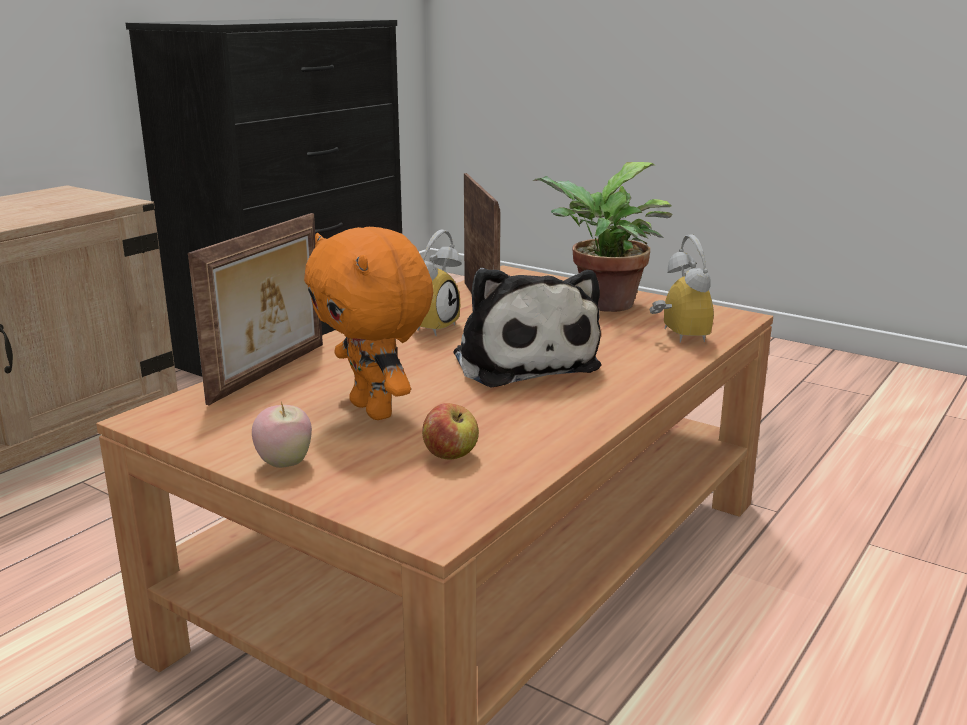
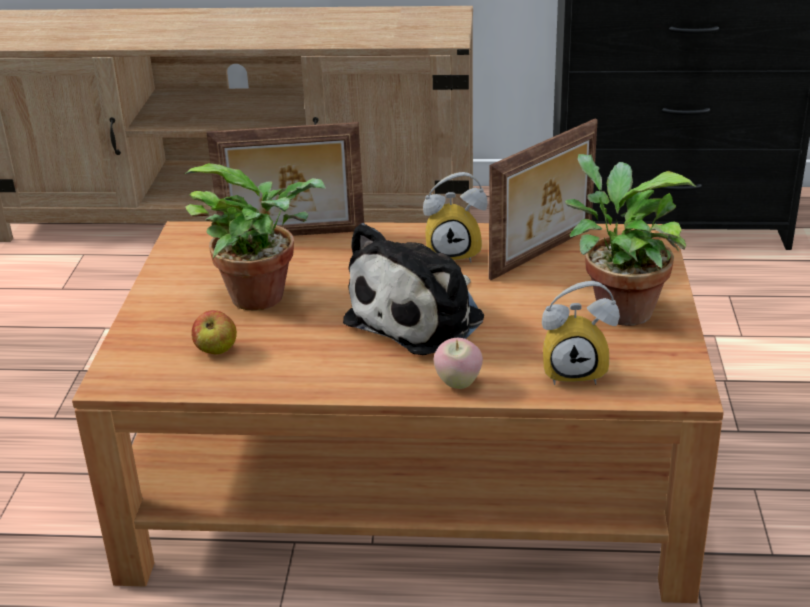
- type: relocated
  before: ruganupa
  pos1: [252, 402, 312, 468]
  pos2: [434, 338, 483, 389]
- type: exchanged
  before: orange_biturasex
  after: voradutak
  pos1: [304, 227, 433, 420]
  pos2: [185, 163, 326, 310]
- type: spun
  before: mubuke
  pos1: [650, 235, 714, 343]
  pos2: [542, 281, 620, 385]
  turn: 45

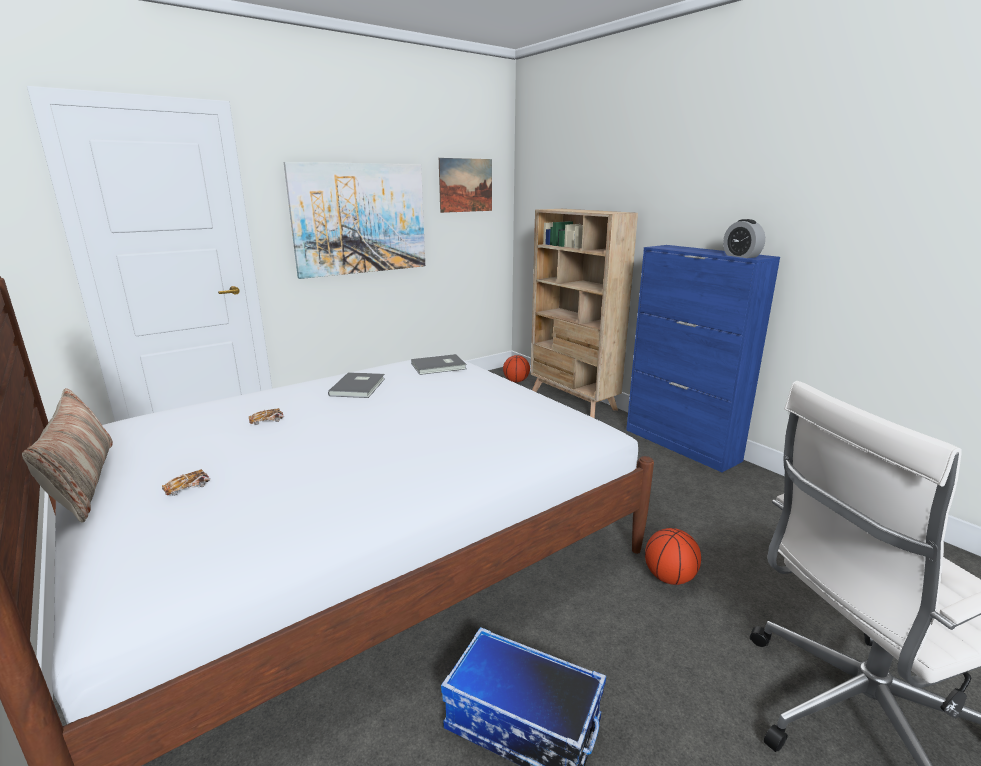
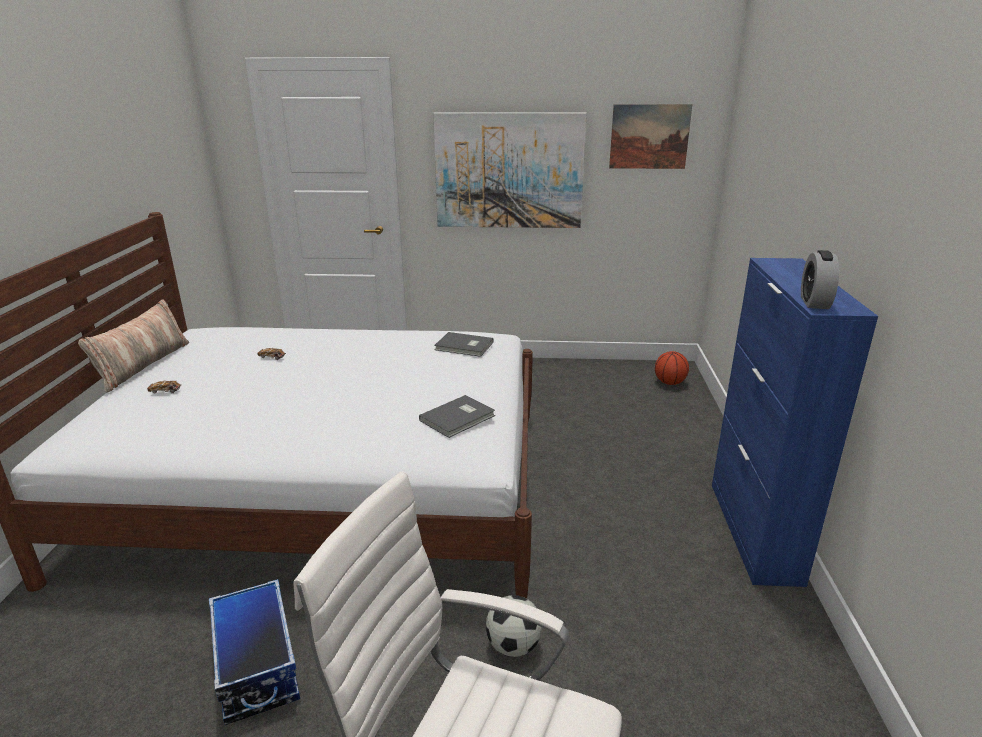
- type: missing
  before: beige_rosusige
  pos1: [531, 209, 638, 418]
- type: relocated
  before: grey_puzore
  pos1: [328, 372, 385, 398]
  pos2: [419, 395, 495, 438]
- type: exchanged
  before: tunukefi
  after: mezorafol
  pos1: [645, 528, 701, 585]
  pos2: [486, 595, 542, 657]

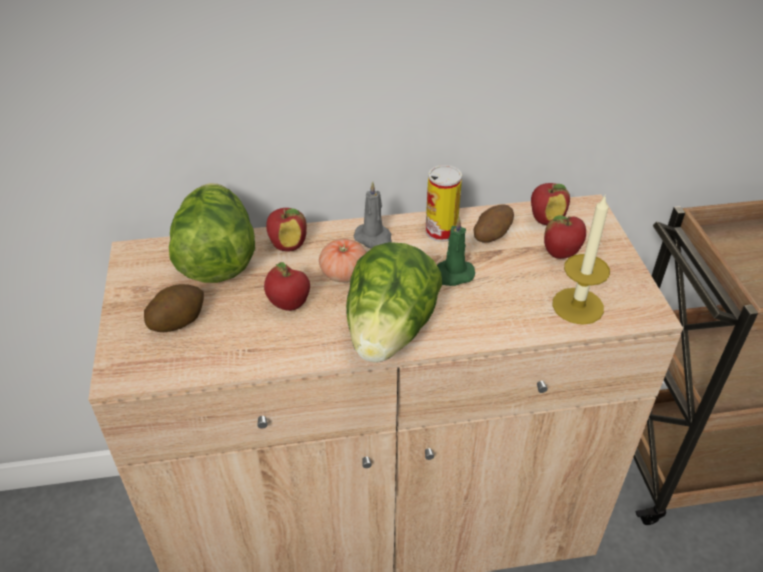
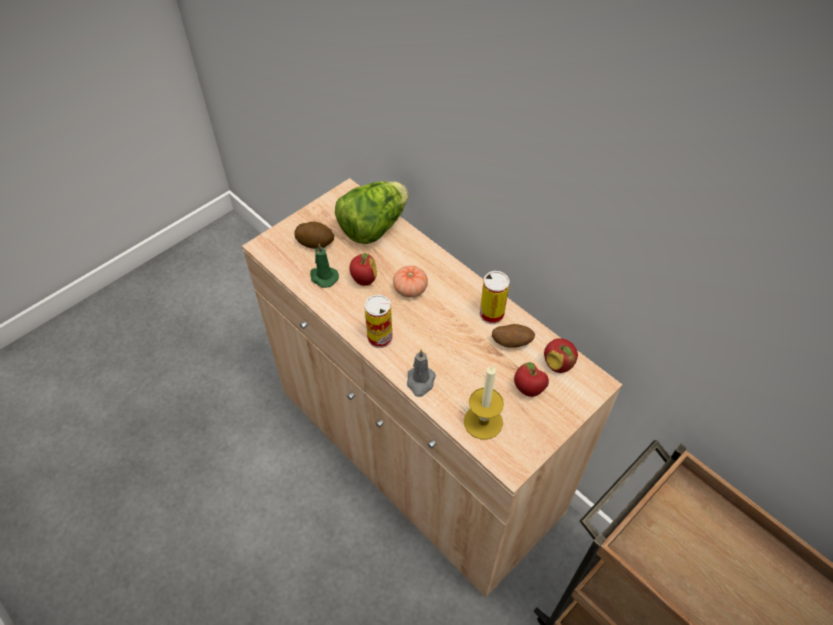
- type: missing
  before: ruganupa
  pos1: [266, 208, 307, 252]
- type: relocated
  before: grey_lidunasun
  pos1: [353, 181, 392, 248]
  pos2: [407, 349, 436, 397]
- type: relocated
  before: green_lidunasun
  pos1: [437, 217, 475, 286]
  pos2: [310, 244, 339, 288]
- type: exchanged
  before: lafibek
  after: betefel
  pos1: [346, 242, 442, 362]
  pos2: [364, 294, 392, 348]

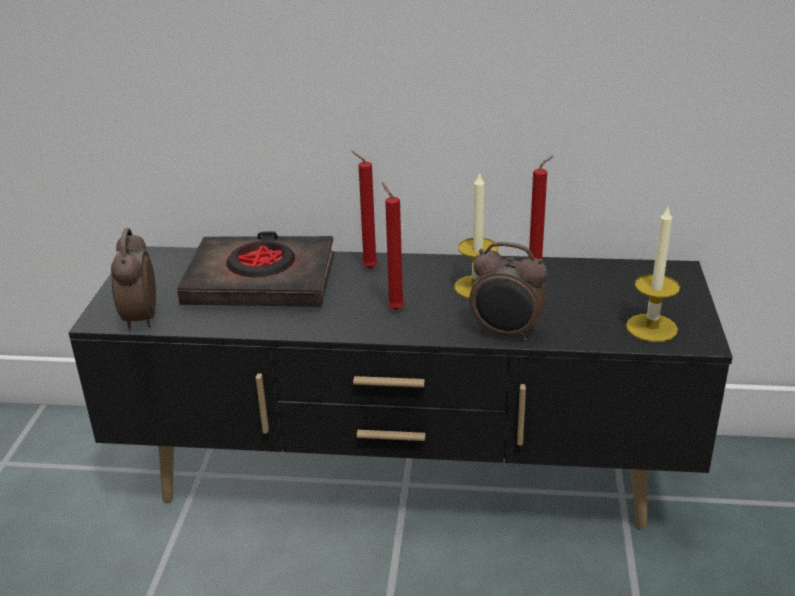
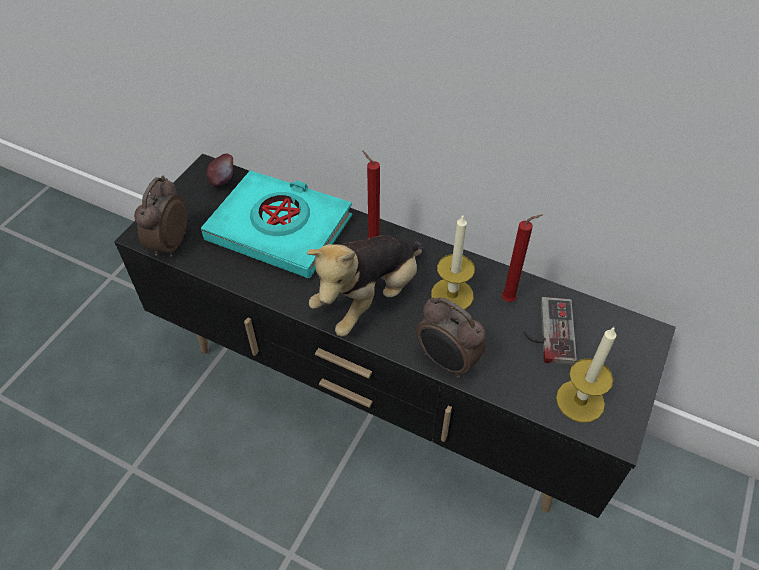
- type: appeared
  after: ruganupa
  pos2: [207, 154, 233, 187]
- type: appeared
  after: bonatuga
  pos2: [523, 297, 577, 365]
- type: exchanged
  before: red_lidunasun
  after: biturasex
  pos1: [382, 182, 404, 310]
  pos2: [307, 235, 423, 336]
- type: colour
  before: black_puzore
  after: turquoise_puzore
  pos1: [177, 232, 334, 307]
  pos2: [201, 170, 352, 278]

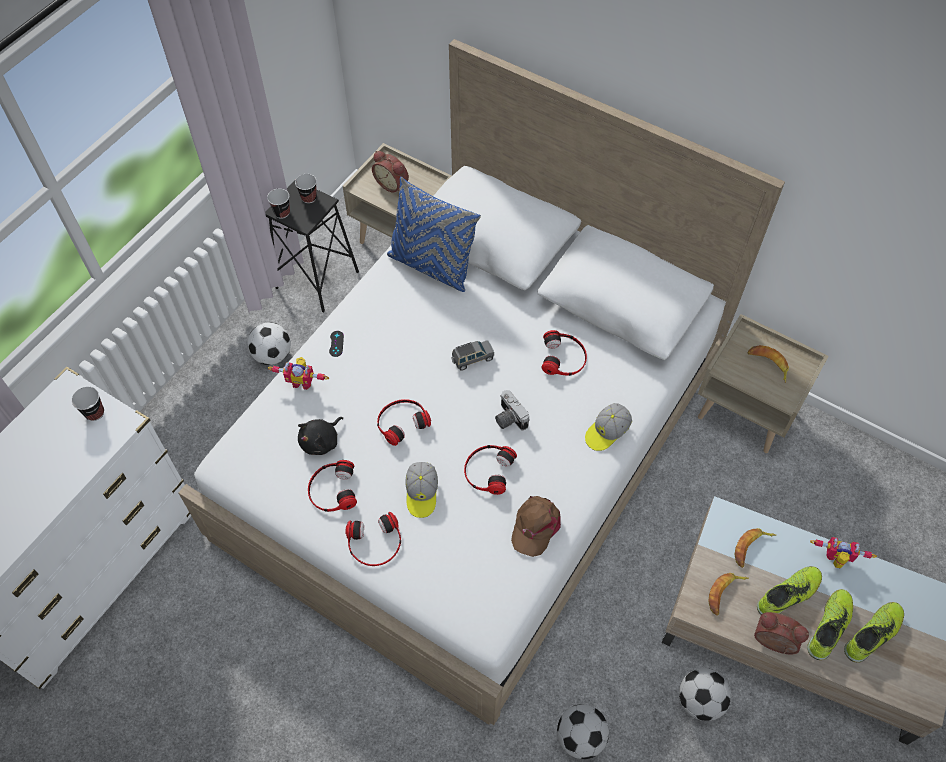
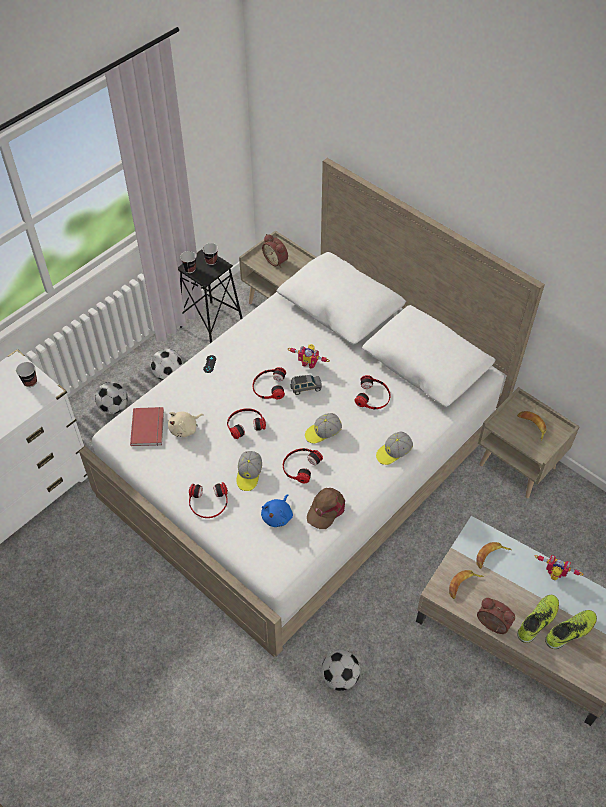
- type: missing
  before: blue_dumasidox
  pos1: [387, 177, 481, 292]
- type: missing
  before: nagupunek
  pos1: [757, 566, 822, 615]
- type: appeared
  after: red_puzore
  pos2: [130, 407, 164, 446]
- type: appeared
  after: blue_biturasex
  pos2: [261, 494, 293, 527]
- type: relocated
  before: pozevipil
  pos1: [268, 357, 329, 390]
  pos2: [287, 344, 330, 369]
- type: relocated
  before: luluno
  pos1: [308, 460, 357, 512]
  pos2: [253, 367, 286, 399]
- type: relocated
  before: mezorafol
  pos1: [679, 668, 731, 721]
  pos2: [95, 382, 128, 414]
- type: exchanged
  before: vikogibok
  after: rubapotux
  pos1: [495, 390, 530, 430]
  pos2: [305, 413, 342, 443]
- type: colour
  before: black_biturasex
  after: beige_biturasex
  pos1: [298, 417, 343, 455]
  pos2: [168, 412, 204, 437]

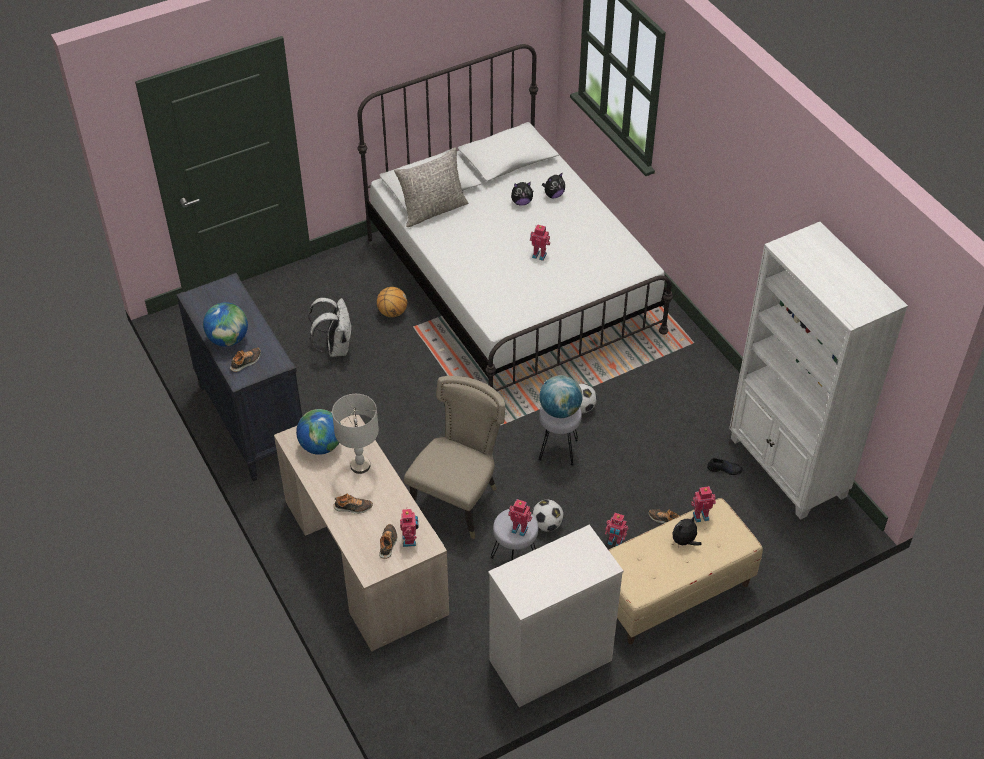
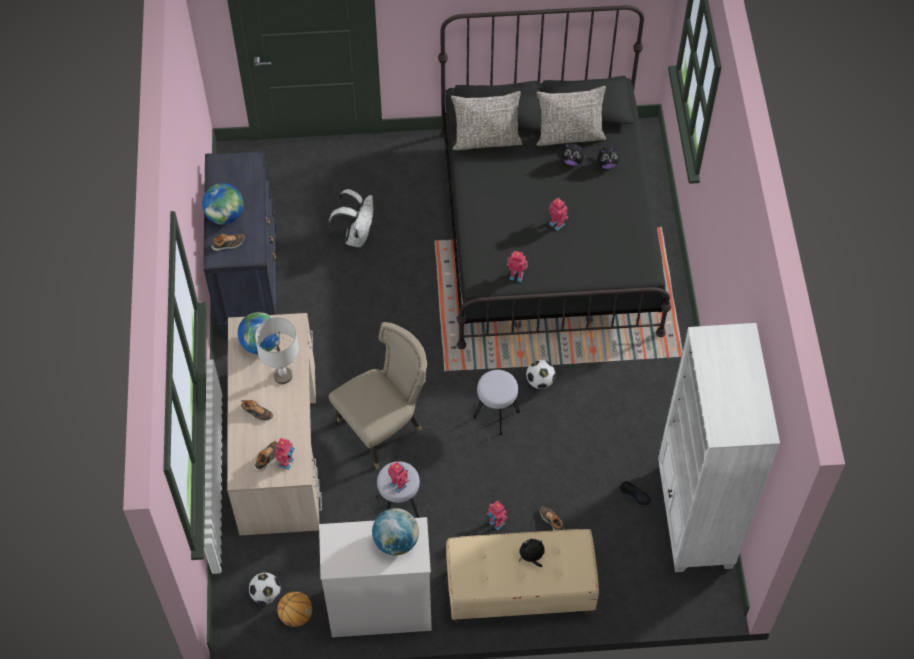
- type: appeared
  after: grey_dumasidox
  pos2: [536, 86, 606, 146]
- type: relocated
  before: tunukefi
  pos1: [377, 287, 407, 317]
  pos2: [277, 592, 312, 627]
- type: relocated
  before: mezorafol
  pos1: [532, 500, 564, 531]
  pos2: [249, 572, 280, 604]
- type: relocated
  before: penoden
  pos1: [539, 375, 583, 418]
  pos2: [372, 508, 419, 555]
- type: relocated
  before: pozevipil
  pos1: [691, 486, 716, 523]
  pos2: [507, 251, 528, 282]
- type: colour
  before: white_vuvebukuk
  after: black_vuvebukuk
  pos1: [357, 44, 673, 391]
  pos2: [438, 5, 671, 349]

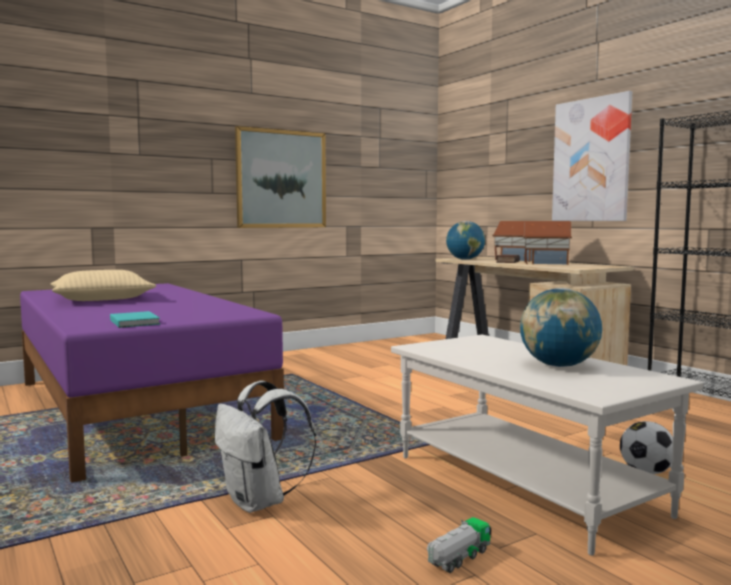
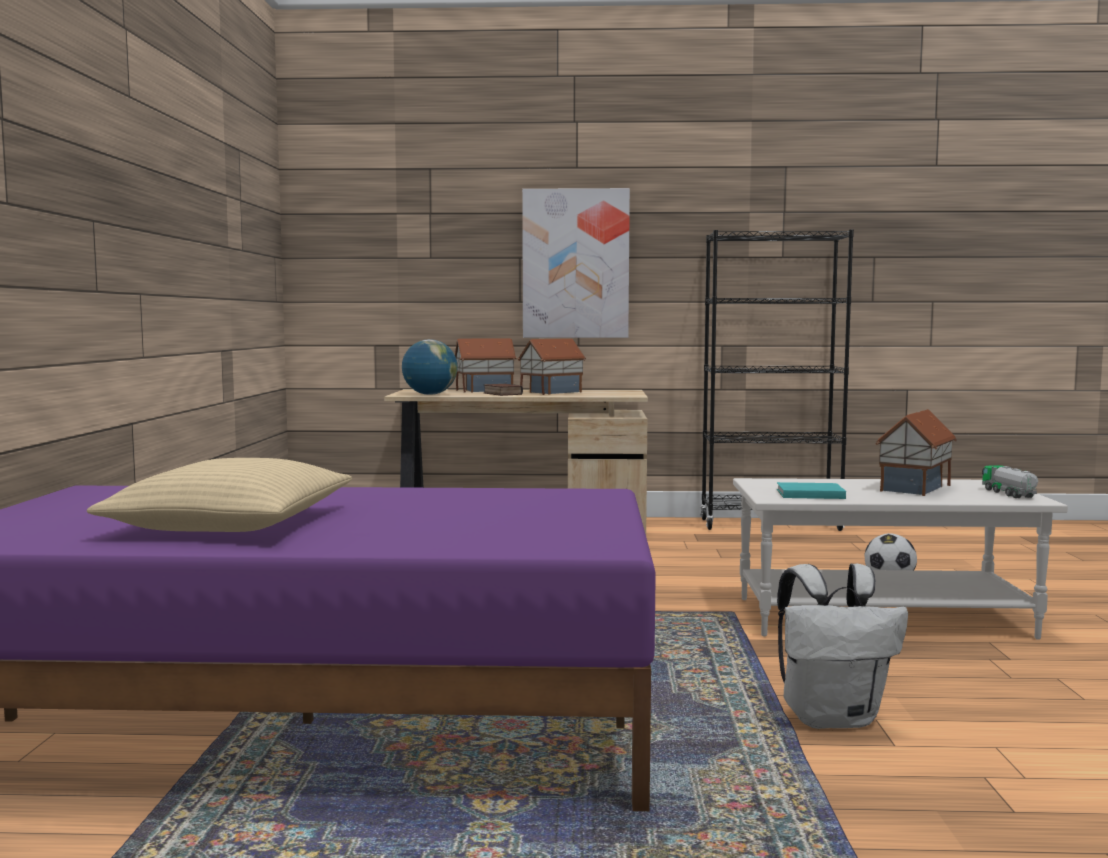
- type: missing
  before: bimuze
  pos1: [235, 126, 326, 228]
- type: relocated
  before: turquoise_puzore
  pos1: [110, 311, 160, 328]
  pos2: [777, 482, 846, 499]
- type: relocated
  before: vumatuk
  pos1: [427, 517, 491, 573]
  pos2: [982, 465, 1038, 498]
- type: exchanged
  before: penoden
  after: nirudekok
  pos1: [520, 288, 602, 367]
  pos2: [876, 409, 957, 496]

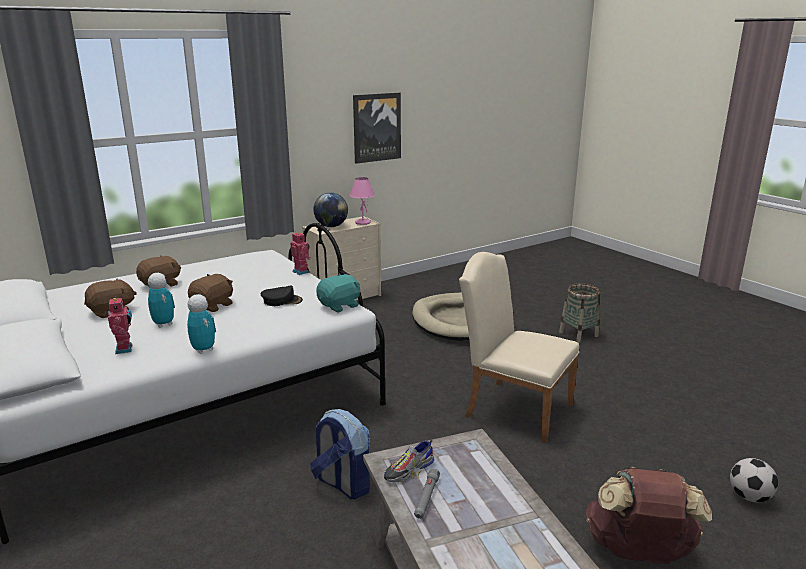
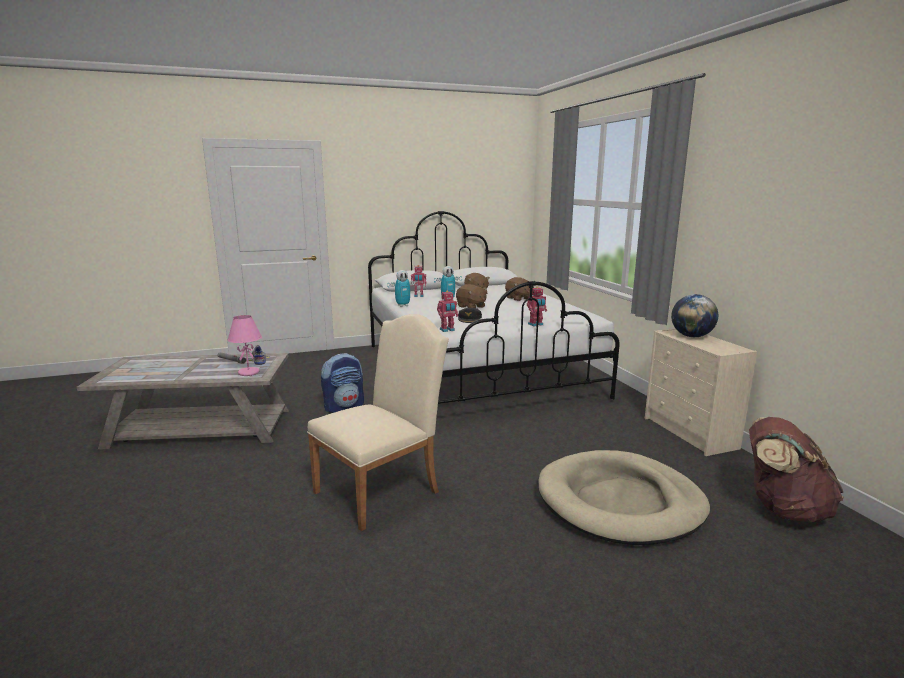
- type: missing
  before: bimuze
  pos1: [353, 93, 401, 164]
- type: missing
  before: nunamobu
  pos1: [559, 283, 600, 342]
- type: missing
  before: mezorafol
  pos1: [730, 458, 778, 502]
- type: relocated
  before: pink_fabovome
  pos1: [350, 177, 375, 225]
  pos2: [227, 315, 262, 376]
- type: relocated
  before: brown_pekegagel
  pos1: [586, 467, 712, 564]
  pos2: [749, 417, 844, 522]
- type: exchanged
  before: turquoise_biturasex
  after: pozevipil
  pos1: [316, 274, 360, 313]
  pos2: [437, 290, 458, 332]

